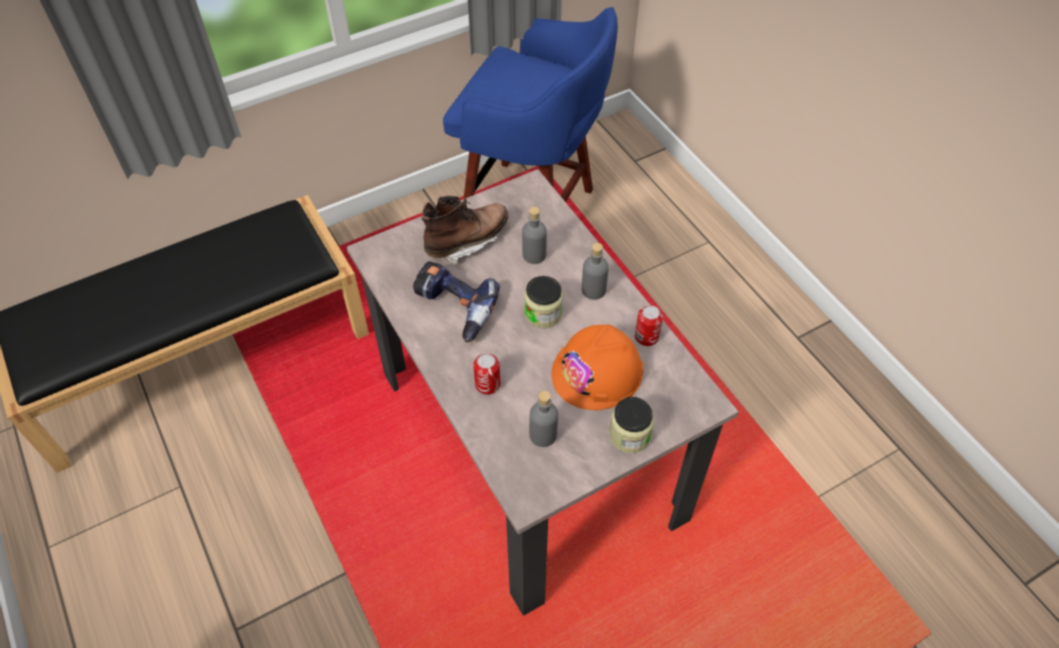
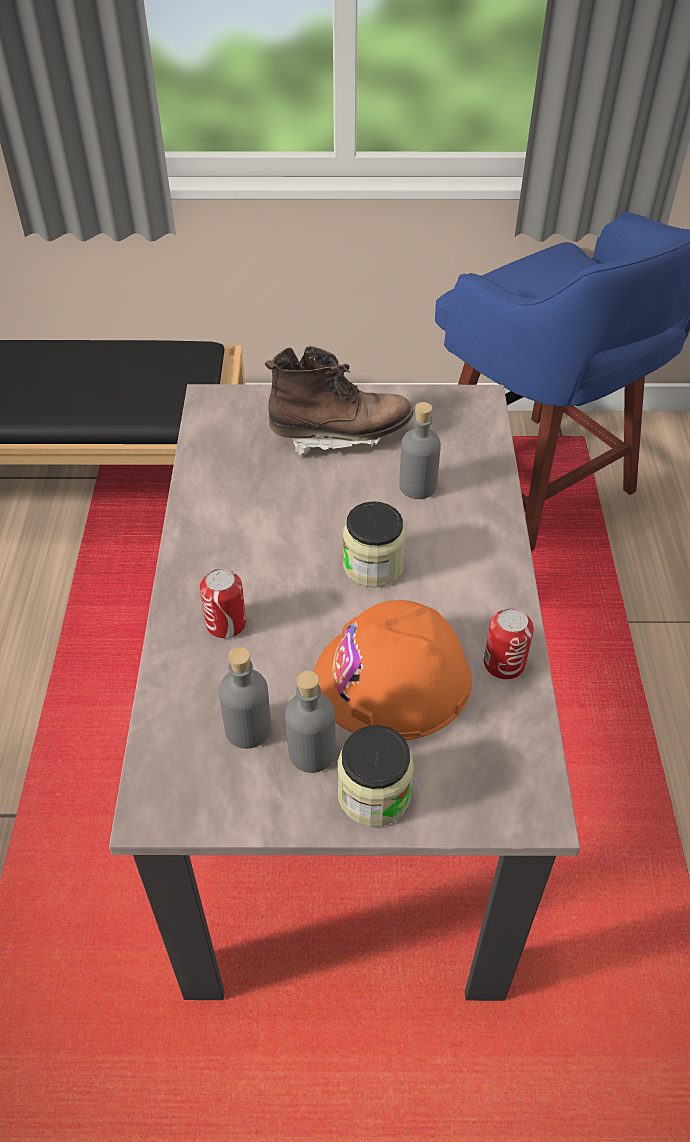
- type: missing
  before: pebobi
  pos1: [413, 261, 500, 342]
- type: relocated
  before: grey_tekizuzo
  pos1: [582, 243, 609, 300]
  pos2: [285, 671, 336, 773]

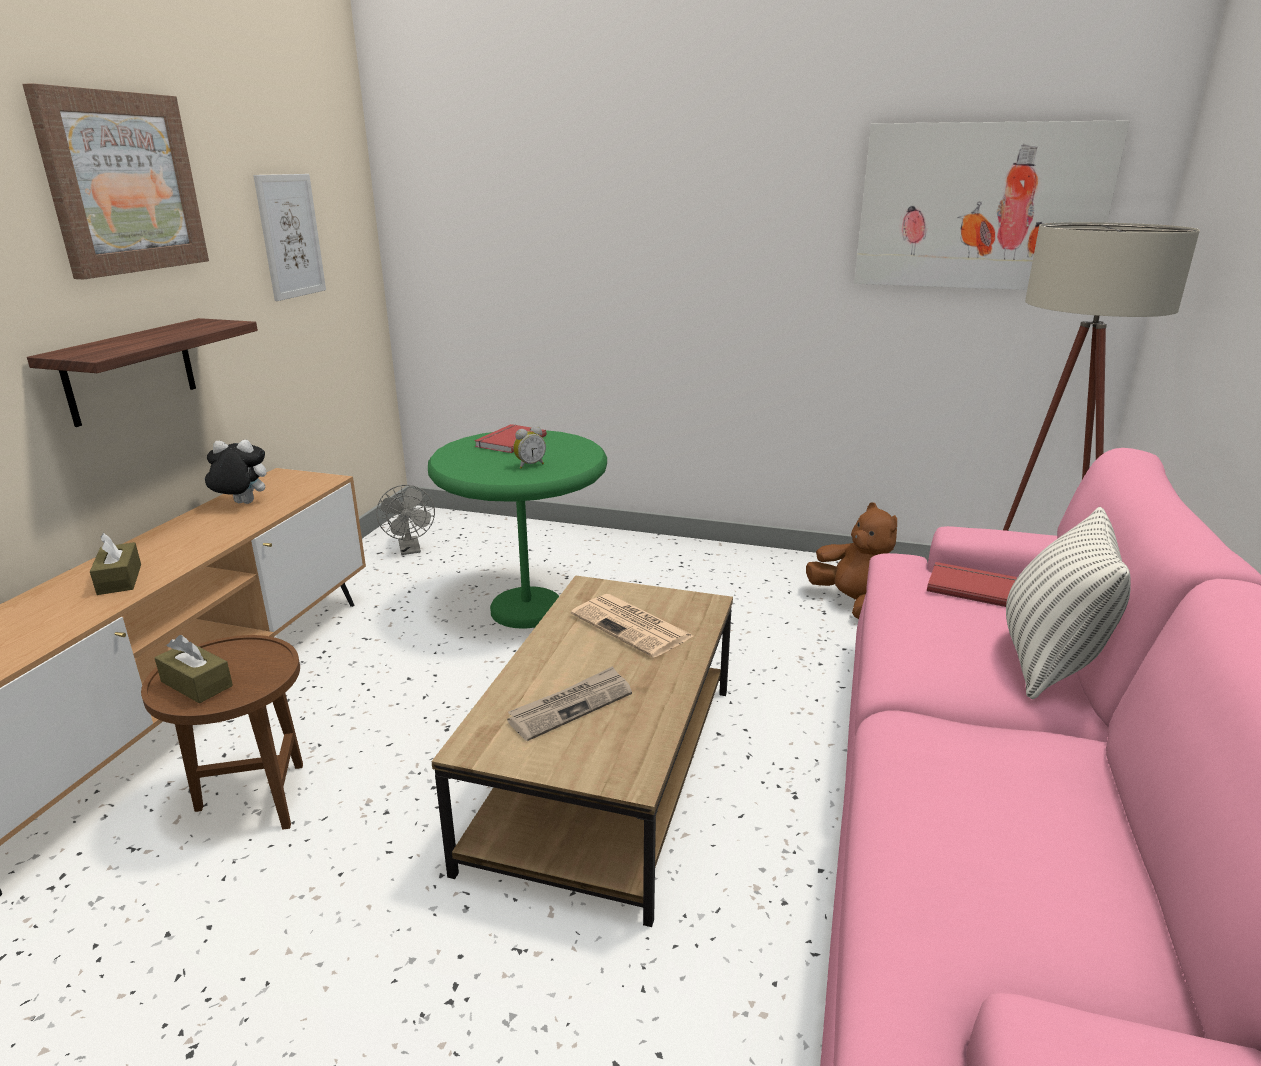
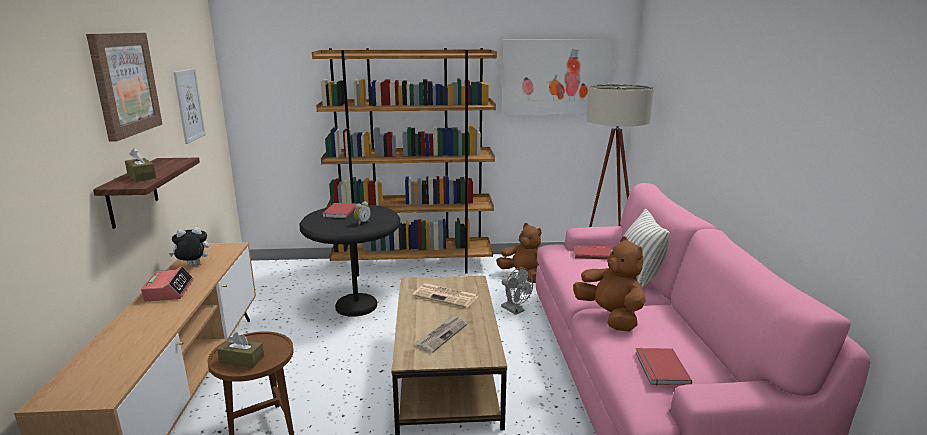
- type: appeared
  after: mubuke
  pos2: [141, 266, 194, 302]
- type: appeared
  after: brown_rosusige
  pos2: [312, 48, 497, 276]
- type: appeared
  after: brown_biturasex
  pos2: [573, 236, 646, 332]
- type: appeared
  after: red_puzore
  pos2: [635, 348, 692, 385]
- type: relocated
  before: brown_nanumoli
  pos1: [90, 533, 141, 595]
  pos2: [125, 148, 156, 182]
- type: relocated
  before: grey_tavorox
  pos1: [376, 485, 435, 555]
  pos2: [501, 268, 533, 315]
- type: colour
  before: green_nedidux
  after: black_nedidux
  pos1: [428, 430, 607, 629]
  pos2: [300, 204, 400, 317]

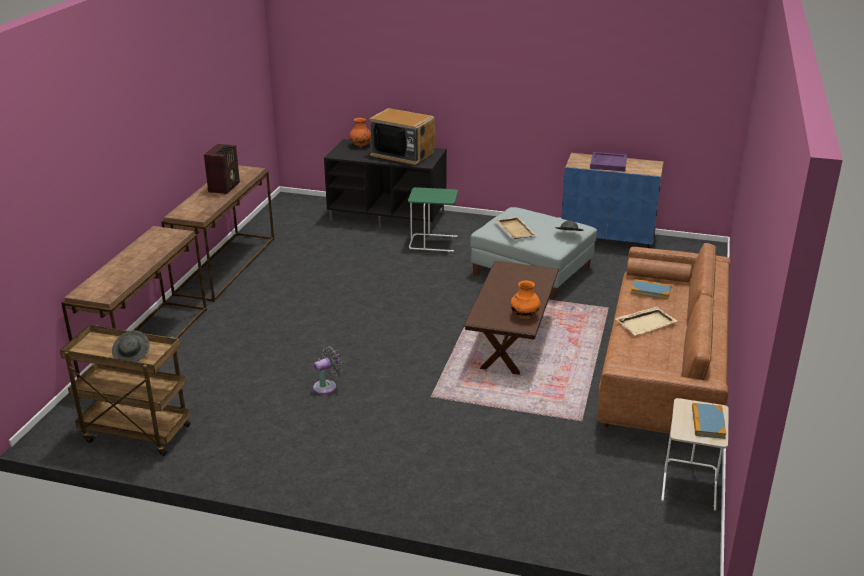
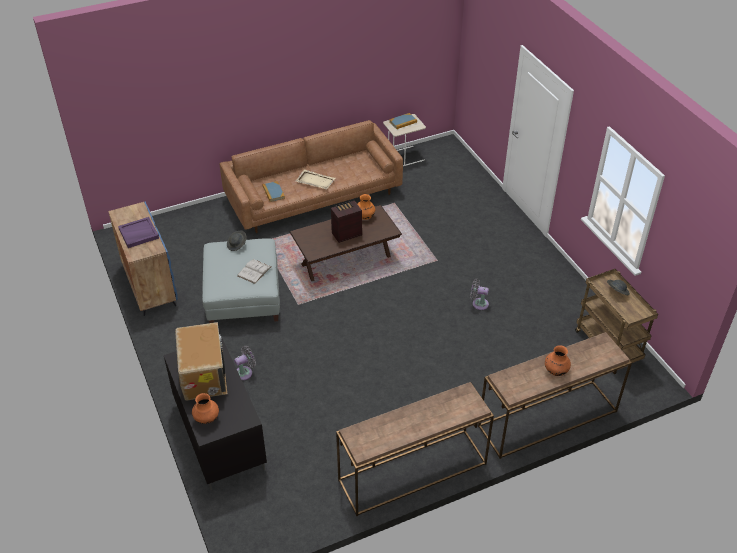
- type: appeared
  after: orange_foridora
  pos2: [545, 345, 571, 376]
- type: relocated
  before: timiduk
  pos1: [204, 144, 240, 194]
  pos2: [331, 201, 362, 243]
- type: exchanged
  before: green_nedidux
  after: grey_tavorox
  pos1: [408, 187, 458, 252]
  pos2: [234, 346, 256, 380]
- type: exchanged
  before: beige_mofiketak
  after: white_puzore
  pos1: [494, 216, 538, 239]
  pos2: [237, 259, 271, 284]

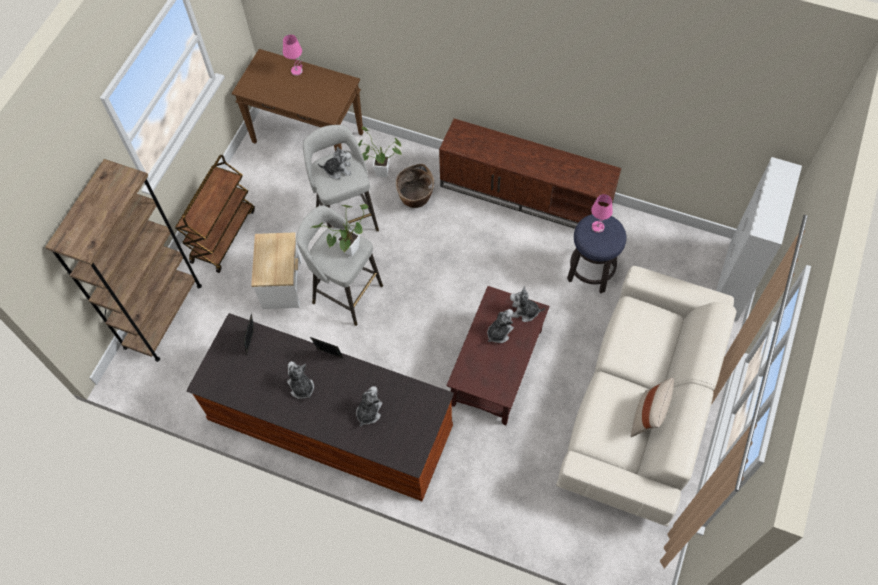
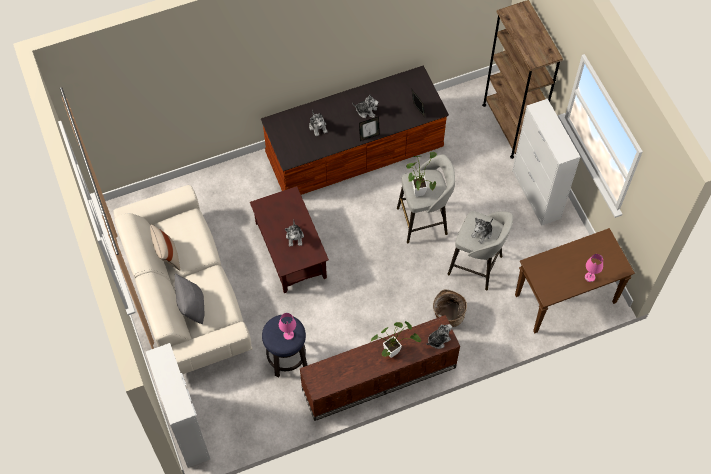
- type: missing
  before: nedidux
  pos1: [251, 232, 302, 309]
- type: appeared
  after: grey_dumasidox
  pos2: [175, 273, 204, 325]
- type: relocated
  before: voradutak
  pos1: [358, 126, 402, 177]
  pos2: [371, 321, 421, 358]
- type: relocated
  before: biturasex
  pos1: [510, 286, 545, 322]
  pos2: [426, 324, 452, 349]
- type: exchanged
  before: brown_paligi
  after: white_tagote
  pos1: [175, 155, 255, 273]
  pos2: [512, 99, 580, 226]

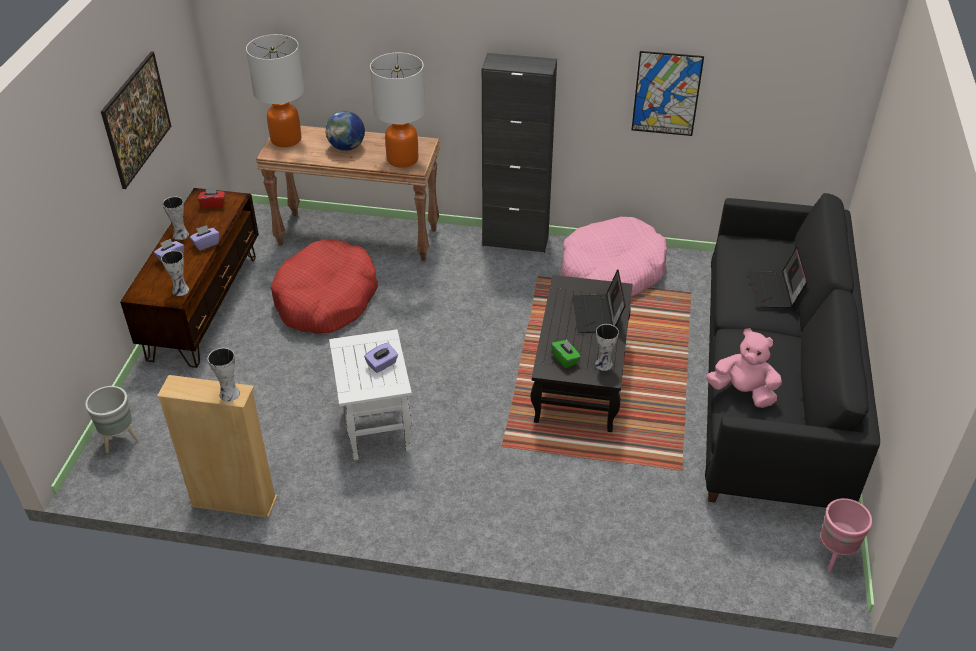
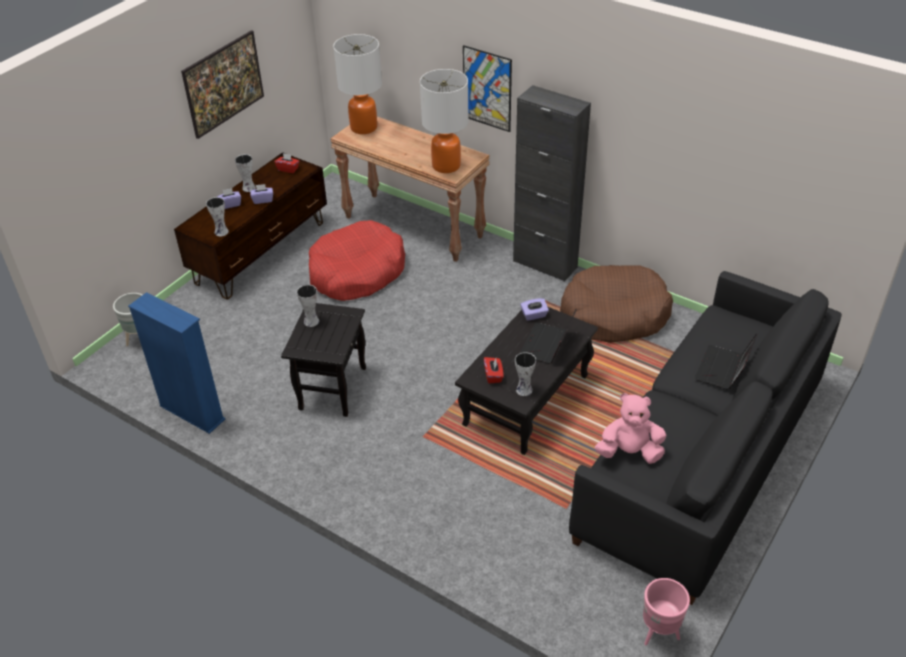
- type: missing
  before: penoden
  pos1: [325, 111, 365, 151]
- type: relocated
  before: foridora
  pos1: [208, 348, 240, 402]
  pos2: [297, 285, 319, 327]
- type: relocated
  before: purple_nanumoli
  pos1: [364, 343, 398, 373]
  pos2: [520, 298, 549, 321]
- type: relocated
  before: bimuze
  pos1: [632, 51, 704, 136]
  pos2: [463, 45, 512, 132]
- type: colour
  before: beige_rosusige
  after: blue_rosusige
  pos1: [157, 375, 277, 518]
  pos2: [128, 292, 225, 434]
- type: colour
  before: white_nedidux
  after: black_nedidux
  pos1: [329, 329, 412, 461]
  pos2: [281, 303, 366, 417]
- type: colour
  before: green_nanumoli
  after: red_nanumoli
  pos1: [551, 339, 581, 368]
  pos2: [484, 357, 504, 383]
- type: colour
  before: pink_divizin
  after: brown_divizin
  pos1: [561, 217, 667, 297]
  pos2: [560, 265, 673, 343]
- type: spun
  before: pink_biturasex
  pos1: [706, 328, 782, 408]
  pos2: [595, 393, 666, 464]
  turn: -45

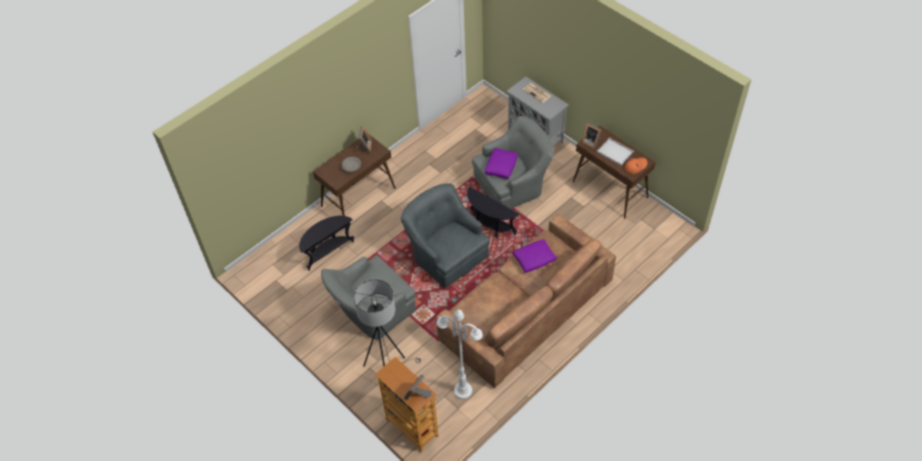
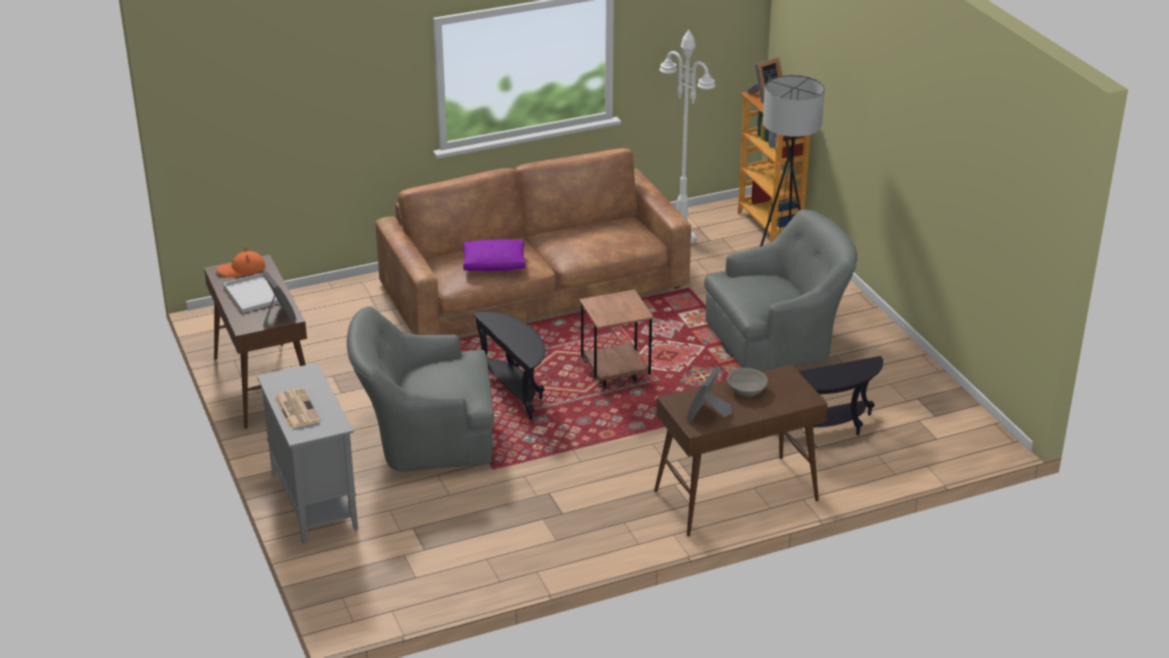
- type: missing
  before: purple_dumasidox
  pos1: [485, 148, 518, 179]
- type: exchanged
  before: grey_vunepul
  after: brown_nedidux
  pos1: [401, 184, 490, 288]
  pos2: [579, 289, 654, 388]

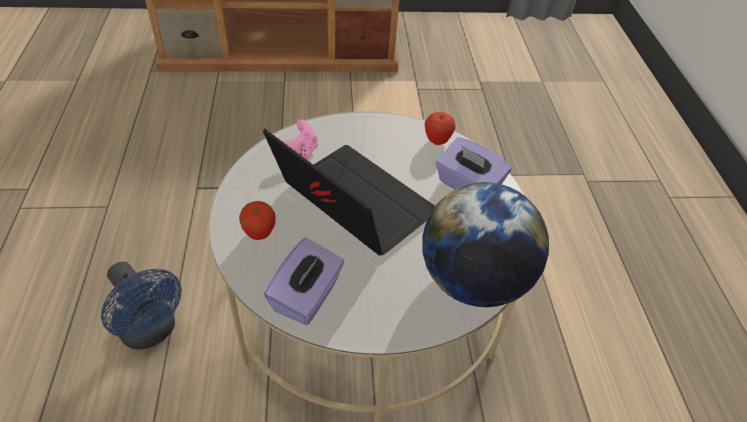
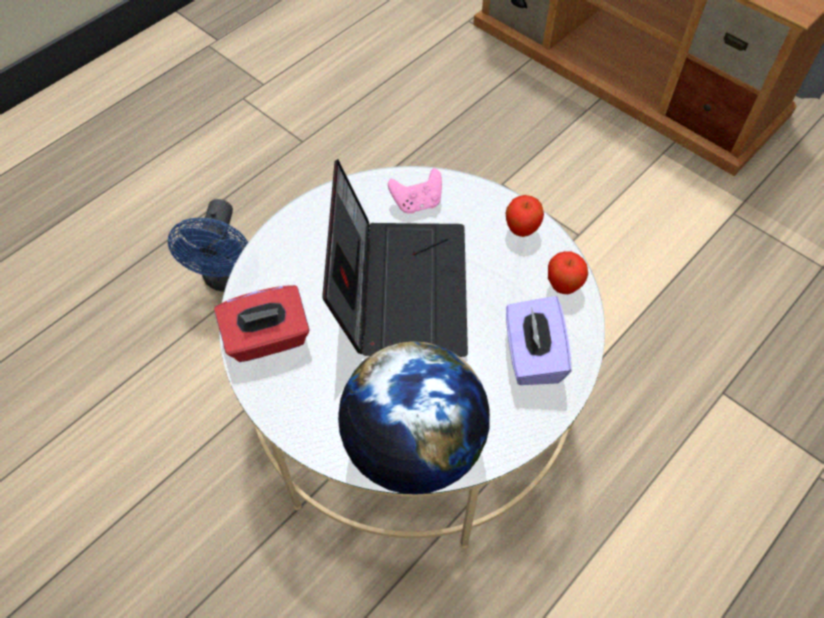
- type: relocated
  before: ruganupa
  pos1: [239, 201, 276, 240]
  pos2: [506, 195, 544, 237]
- type: colour
  before: purple_nanumoli
  after: red_nanumoli
  pos1: [264, 237, 344, 325]
  pos2: [214, 285, 309, 362]

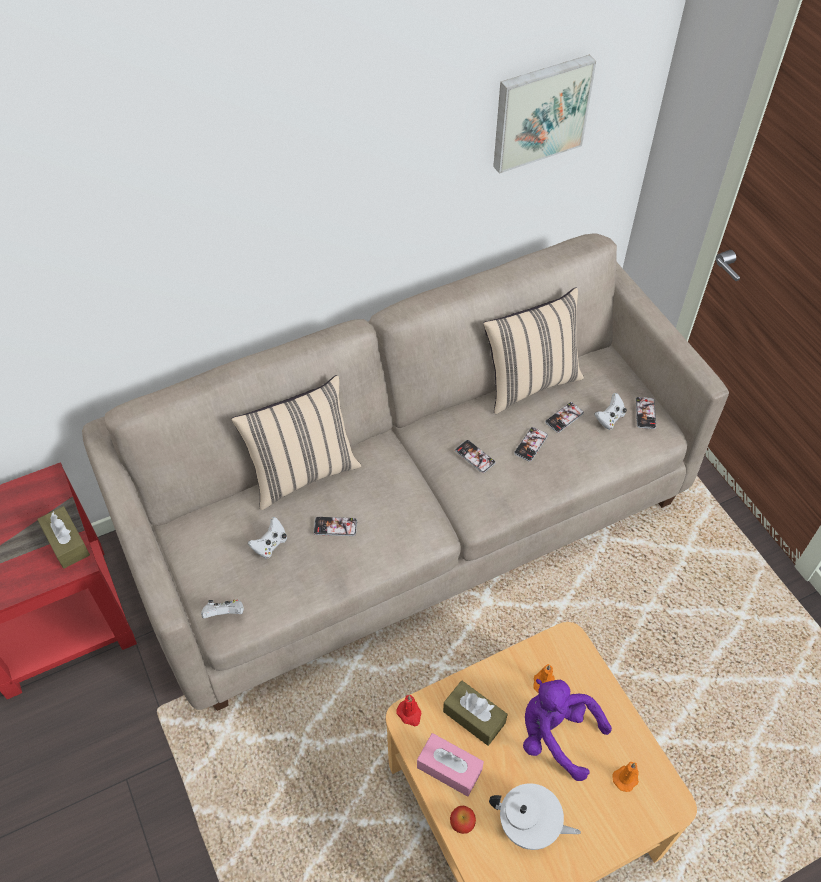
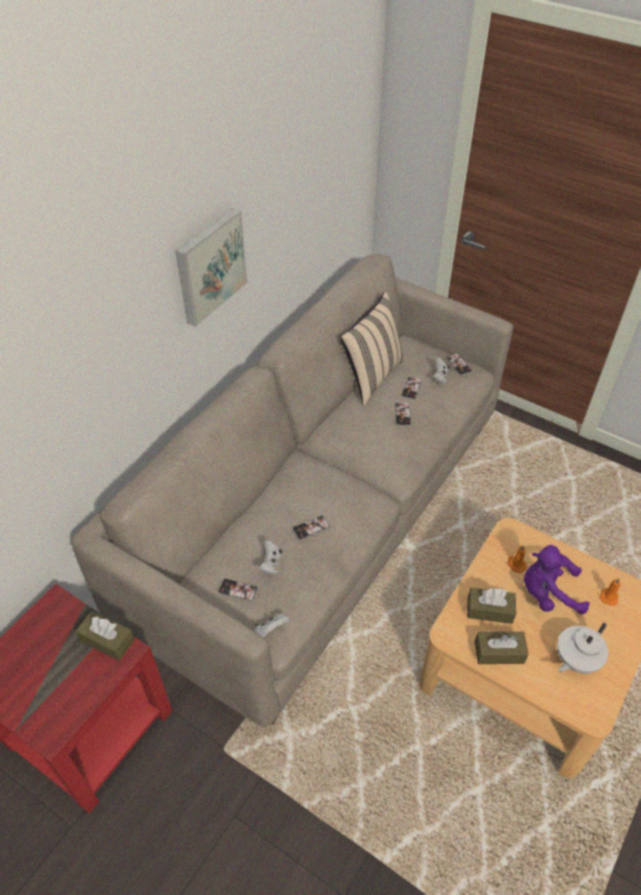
- type: missing
  before: beige_dumasidox
  pos1: [231, 375, 361, 510]
- type: missing
  before: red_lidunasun
  pos1: [397, 695, 422, 726]
- type: missing
  before: ruganupa
  pos1: [450, 806, 476, 834]
- type: relocated
  before: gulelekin
  pos1: [455, 440, 495, 473]
  pos2: [218, 579, 258, 602]
- type: relocated
  before: bimuze
  pos1: [493, 55, 596, 174]
  pos2: [175, 208, 247, 327]
- type: colour
  before: pink_nanumoli
  after: brown_nanumoli
  pos1: [417, 733, 484, 797]
  pos2: [475, 632, 529, 664]
- type: spun
  before: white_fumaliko
  pos1: [489, 783, 581, 850]
  pos2: [557, 623, 608, 674]
  turn: 150

